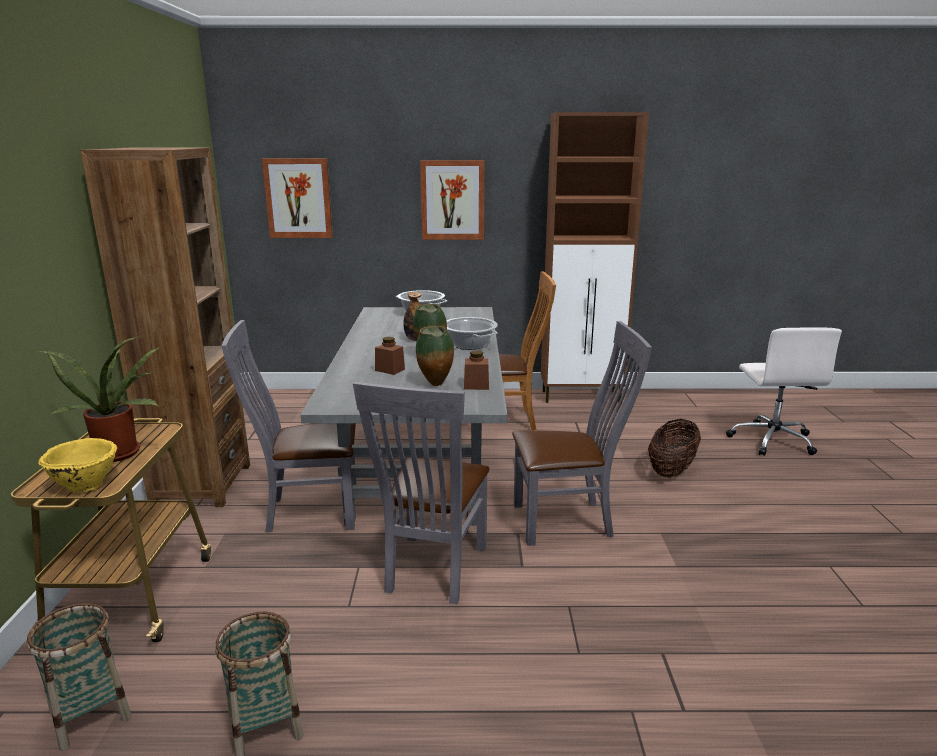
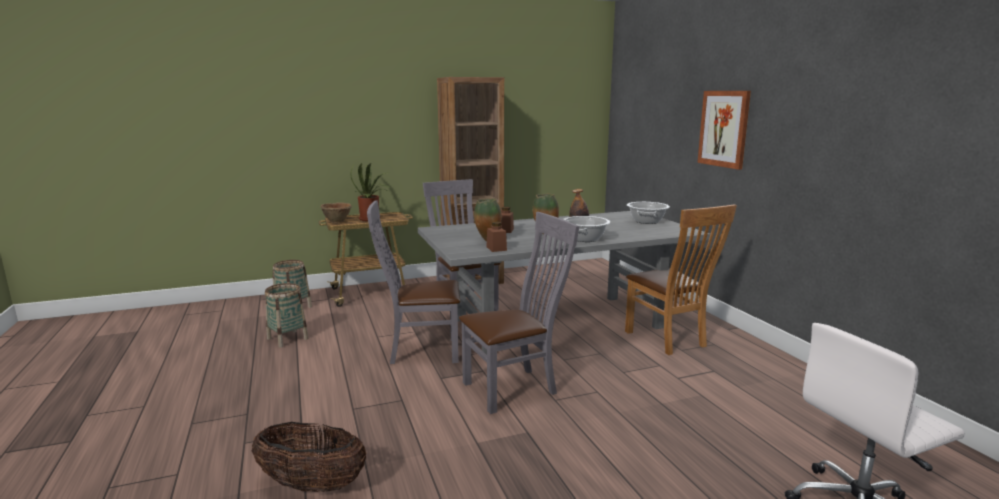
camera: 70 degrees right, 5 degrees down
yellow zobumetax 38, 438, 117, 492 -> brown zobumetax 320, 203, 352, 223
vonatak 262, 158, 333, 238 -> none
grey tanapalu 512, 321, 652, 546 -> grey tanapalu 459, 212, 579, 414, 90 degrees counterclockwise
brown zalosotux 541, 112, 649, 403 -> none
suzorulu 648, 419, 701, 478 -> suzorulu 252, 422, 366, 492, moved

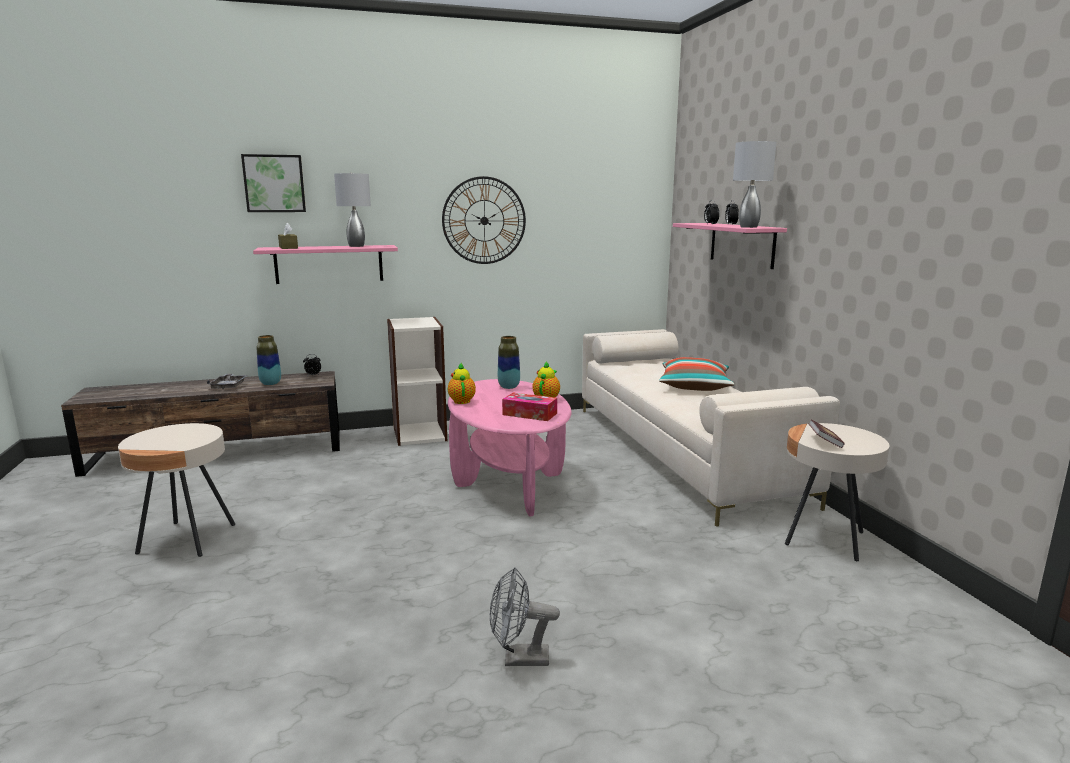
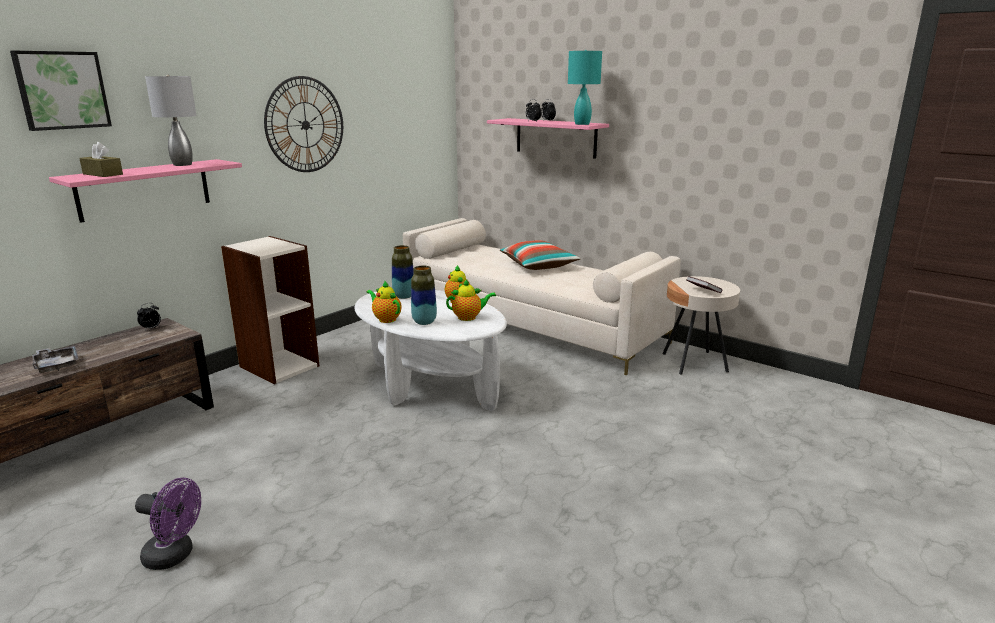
camera: 35 degrees left, 5 degrees up
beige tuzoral 118, 423, 235, 557 -> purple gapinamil 135, 477, 201, 570
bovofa 257, 335, 281, 385 -> bovofa 411, 266, 437, 325, moved
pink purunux 448, 379, 572, 517 -> white purunux 355, 290, 507, 411
grey gapinamil 490, 567, 560, 666 -> none
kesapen 502, 393, 557, 421 -> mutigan 446, 279, 496, 321
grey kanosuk 733, 141, 776, 228 -> turquoise kanosuk 568, 50, 602, 125

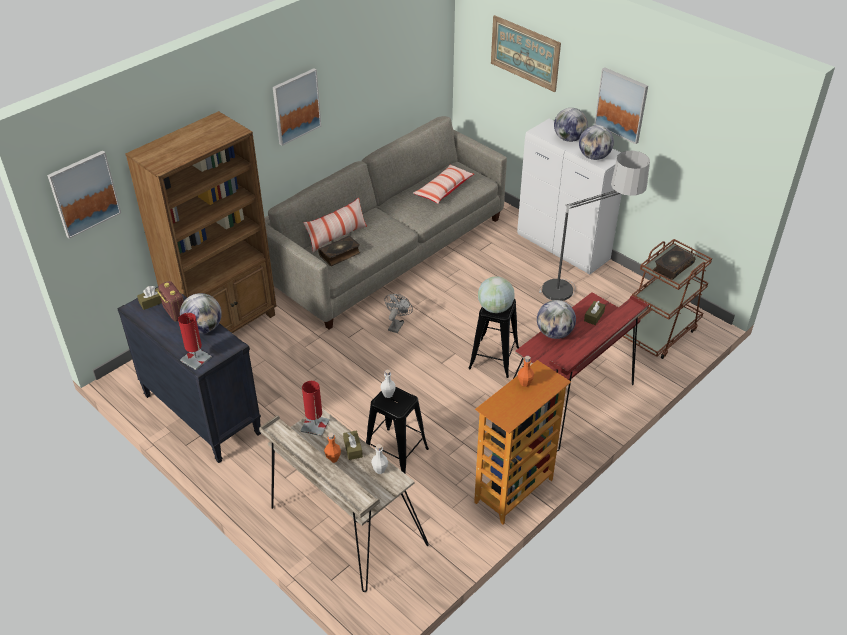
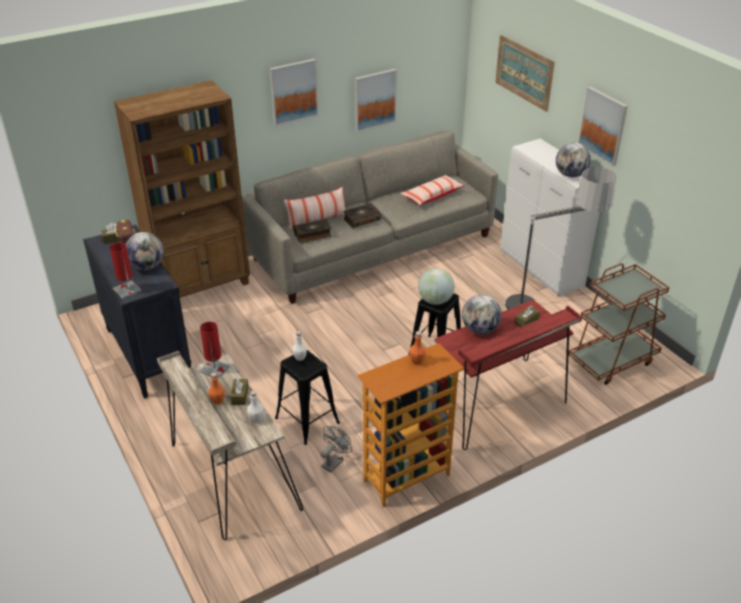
camera: 15 degrees right, 5 degrees down
vonatak 47, 151, 121, 239 -> vonatak 355, 69, 397, 132, moved
grey gapinamil 384, 294, 413, 333 -> grey gapinamil 321, 426, 352, 473, moved
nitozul 554, 108, 588, 142 -> none
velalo 653, 246, 695, 280 -> velalo 343, 203, 382, 228, moved

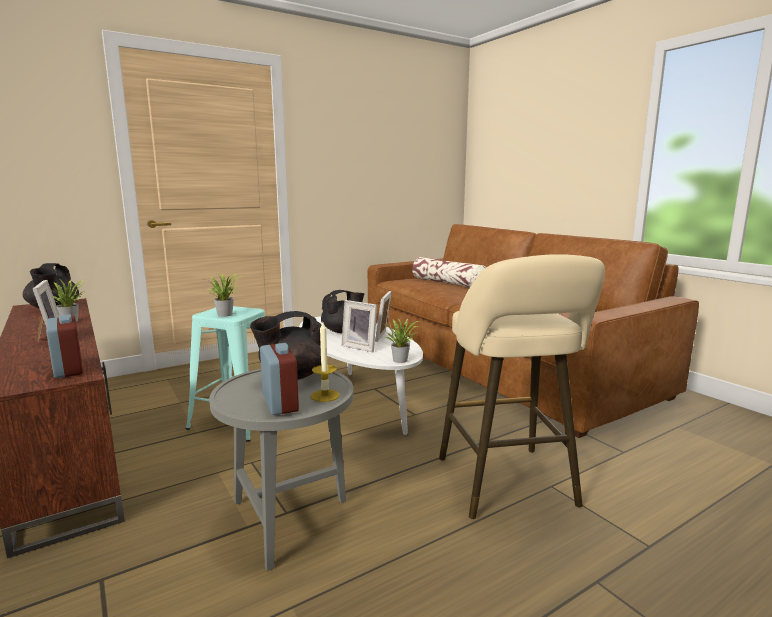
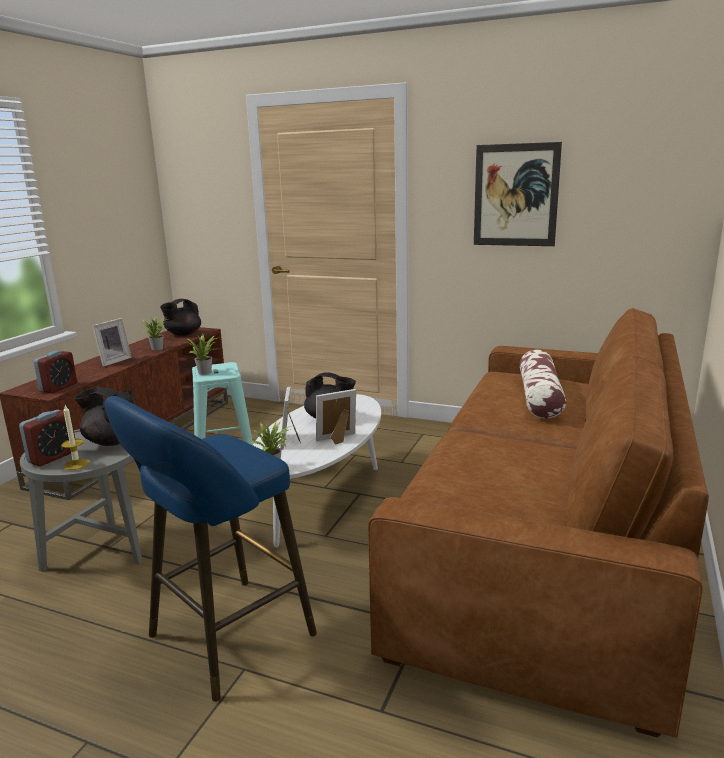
camera: 55 degrees right, 5 degrees up
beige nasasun 439, 254, 605, 519 -> blue nasasun 105, 396, 317, 702
none -> vonatak 474, 142, 562, 246

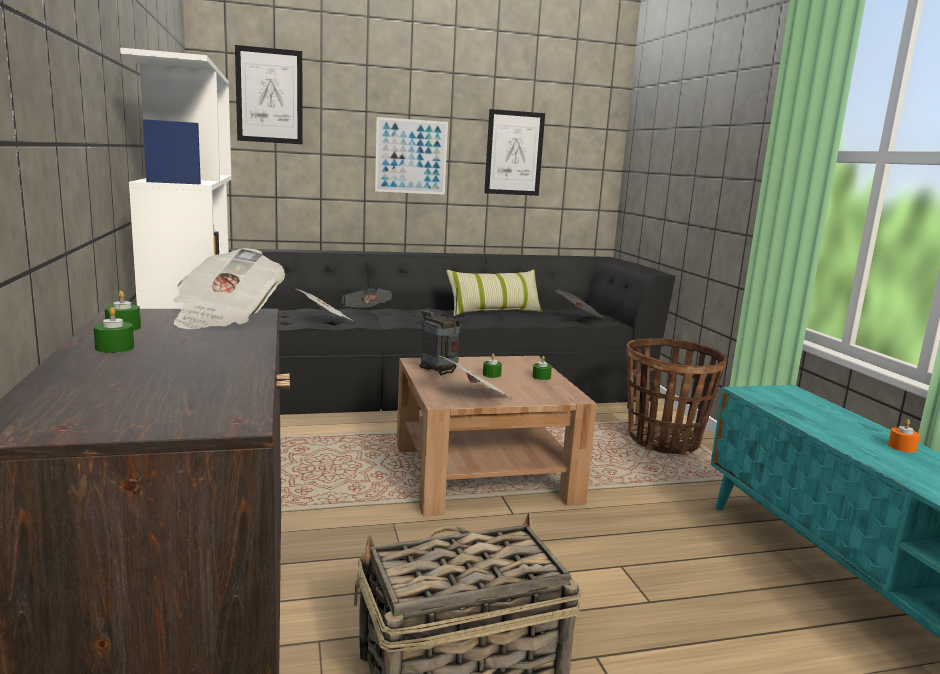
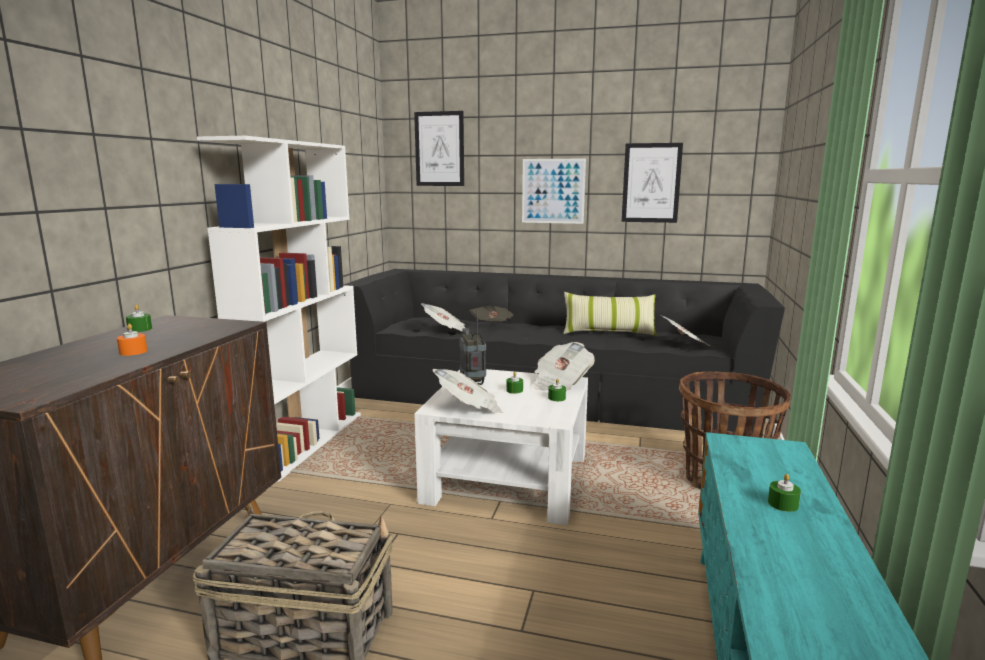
camera: 30 degrees right, 0 degrees up
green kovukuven 93, 307, 134, 353 -> green kovukuven 768, 474, 801, 512, moved
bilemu 173, 248, 285, 329 -> bilemu 533, 342, 595, 391, moved
brown purunux 397, 356, 597, 517 -> white purunux 414, 369, 588, 525
orange kovukuven 888, 419, 920, 452 -> orange kovukuven 117, 324, 148, 356, moved

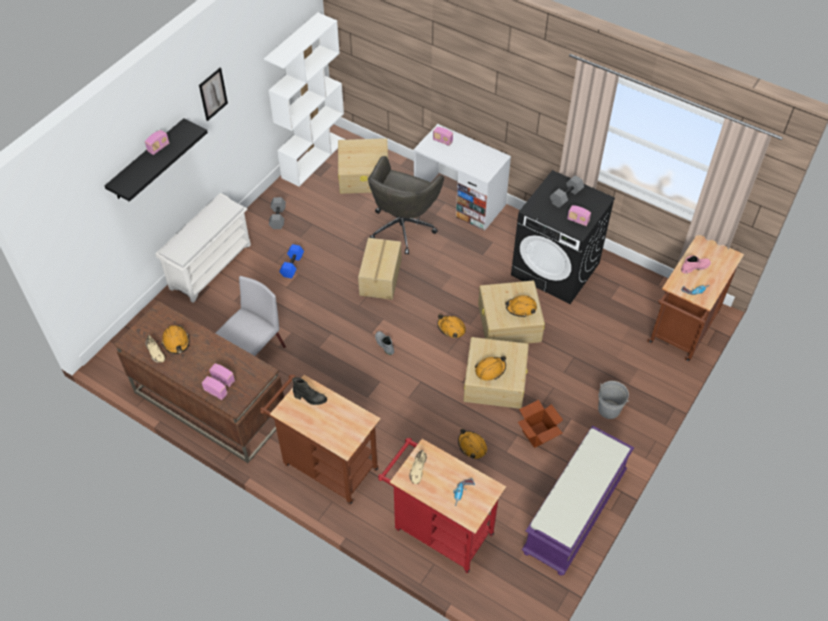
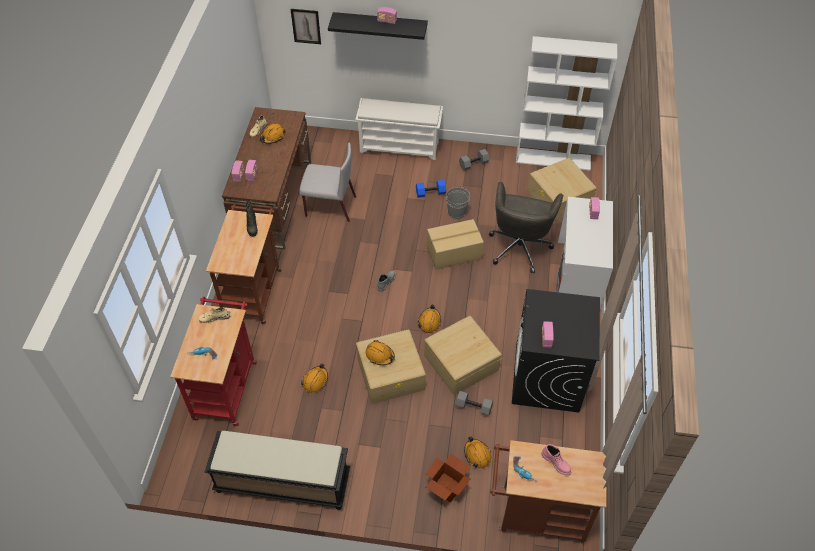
camera: 65 degrees right, 0 degrees up
vonatak 199, 68, 228, 121 -> vonatak 290, 9, 321, 44, moved
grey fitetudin 368, 156, 444, 254 -> grey fitetudin 489, 182, 563, 273, 75 degrees counterclockwise
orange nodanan 505, 295, 537, 317 -> orange nodanan 464, 436, 491, 468, moved
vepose 518, 400, 563, 448 -> vepose 425, 454, 471, 503, moved
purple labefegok 522, 425, 634, 576 -> black labefegok 204, 431, 350, 510
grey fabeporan 550, 175, 584, 208 -> grey fabeporan 456, 391, 493, 416, moved
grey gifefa 598, 381, 629, 419 -> grey gifefa 446, 186, 470, 219, moved

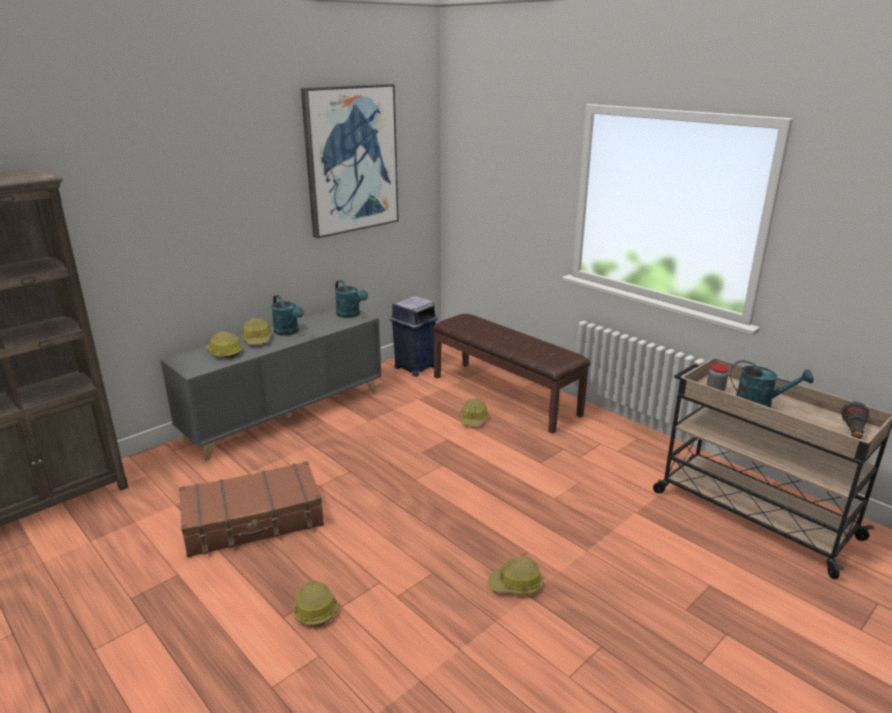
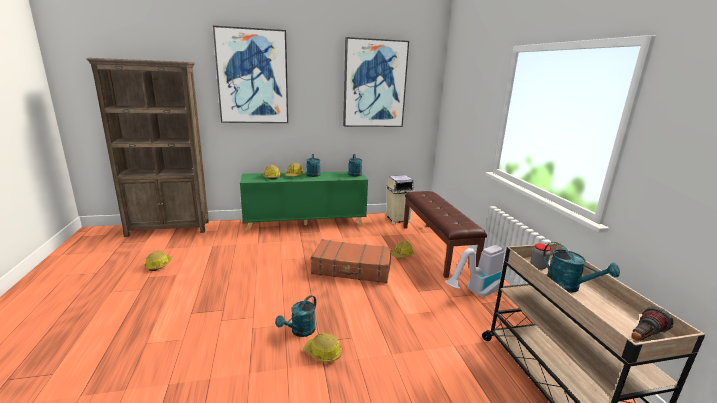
camera: 30 degrees right, 5 degrees down
grey zalosotux 160, 308, 382, 461 -> green zalosotux 240, 171, 368, 232
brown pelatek 179, 461, 324, 557 -> brown pelatek 311, 239, 392, 283, moved
nodanan 294, 581, 338, 626 -> nodanan 145, 251, 173, 271, moved
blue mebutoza 390, 296, 438, 377 -> beige mebutoza 386, 175, 414, 224
none -> vonatak 213, 26, 288, 123
none -> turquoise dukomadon 275, 295, 316, 337
none -> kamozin 445, 245, 504, 298

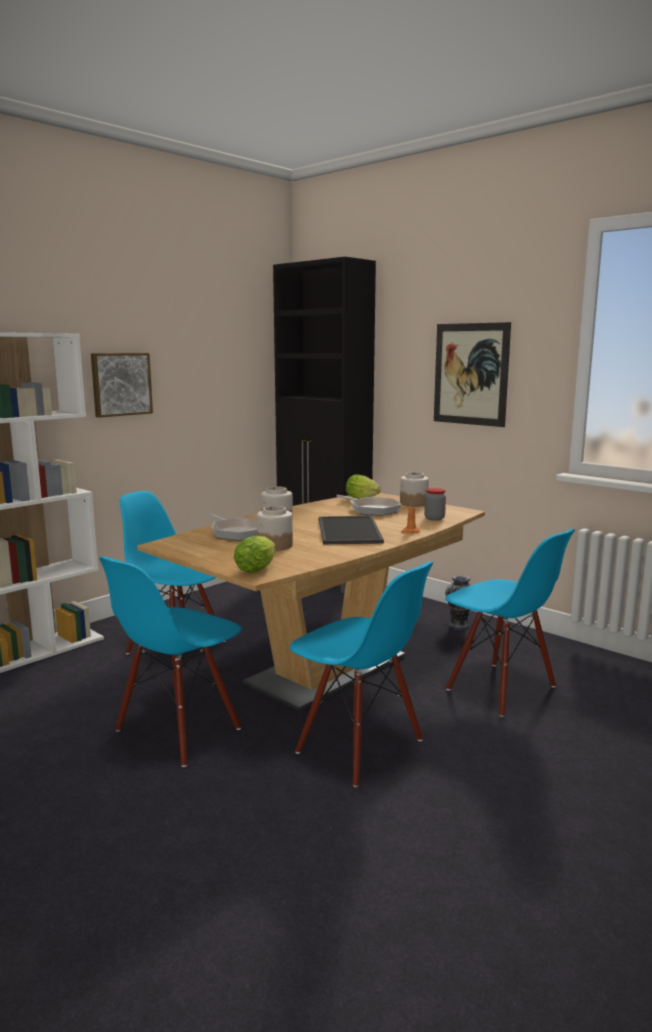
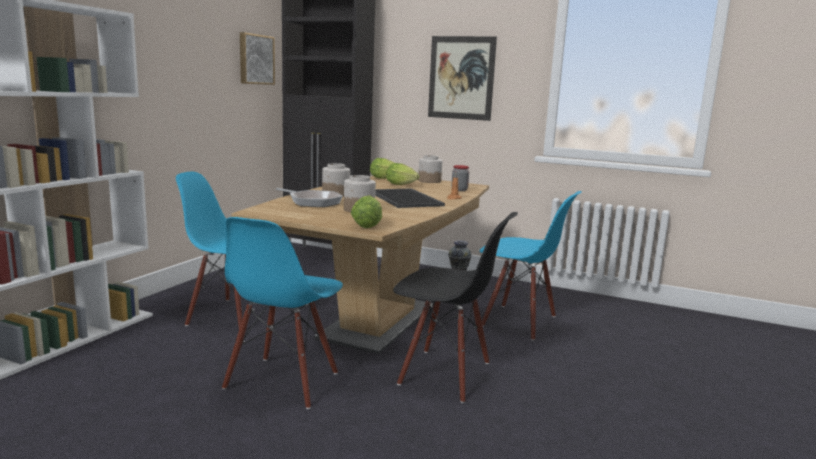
camera: 20 degrees left, 0 degrees up
vonatak 91, 353, 153, 418 -> vonatak 240, 32, 275, 85, moved
blue tanapalu 289, 562, 433, 787 -> black tanapalu 393, 212, 518, 403
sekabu 336, 495, 402, 515 -> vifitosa 386, 163, 420, 185

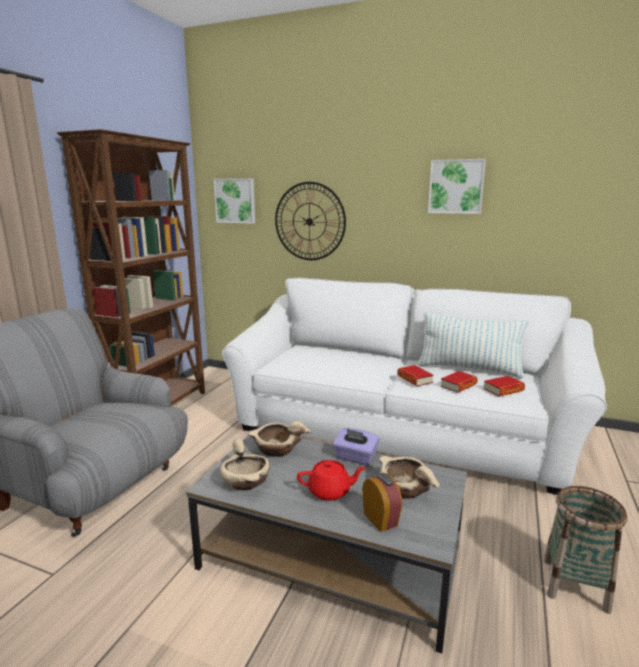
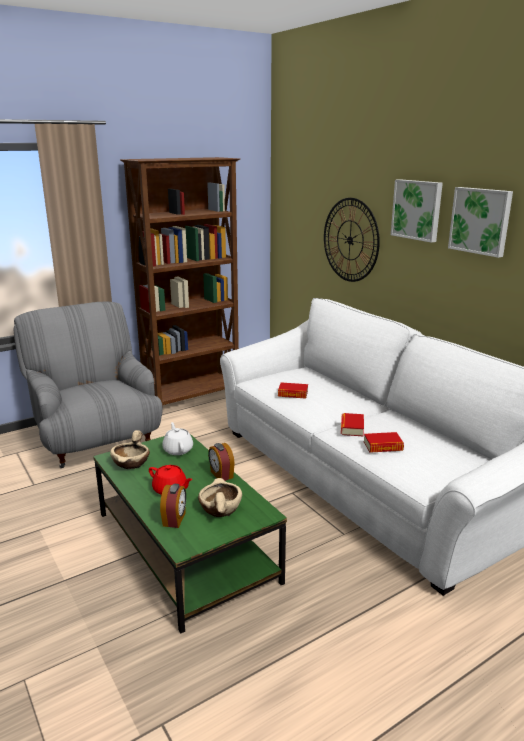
camera: 35 degrees right, 5 degrees up
grey purunux 186, 429, 467, 653 -> green purunux 93, 433, 287, 634
vonatak 214, 178, 255, 224 -> vonatak 391, 179, 443, 243, moved
beige zobumetax 248, 421, 311, 457 -> white mutigan 162, 422, 193, 455
purple kesapen 333, 428, 380, 465 -> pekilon 208, 443, 235, 481
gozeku 418, 312, 529, 378 -> none
velalo 483, 376, 525, 397 -> velalo 278, 382, 308, 399, moved
suzorulu 544, 486, 627, 614 -> none

